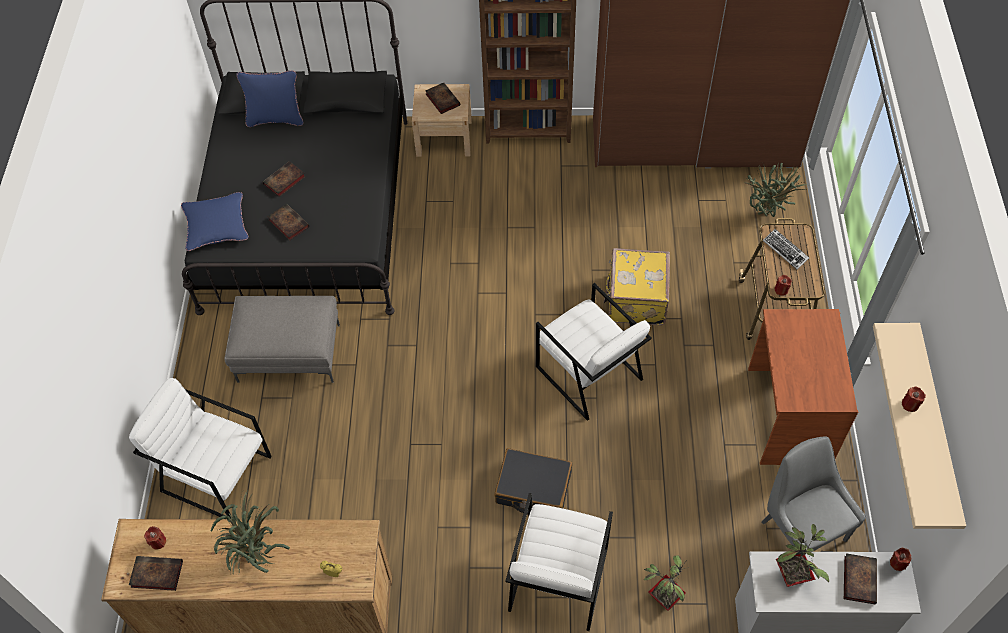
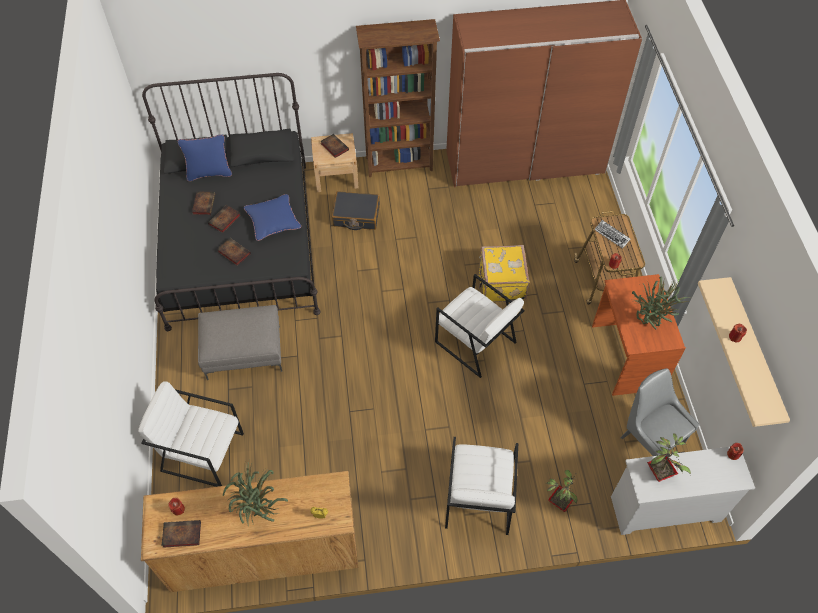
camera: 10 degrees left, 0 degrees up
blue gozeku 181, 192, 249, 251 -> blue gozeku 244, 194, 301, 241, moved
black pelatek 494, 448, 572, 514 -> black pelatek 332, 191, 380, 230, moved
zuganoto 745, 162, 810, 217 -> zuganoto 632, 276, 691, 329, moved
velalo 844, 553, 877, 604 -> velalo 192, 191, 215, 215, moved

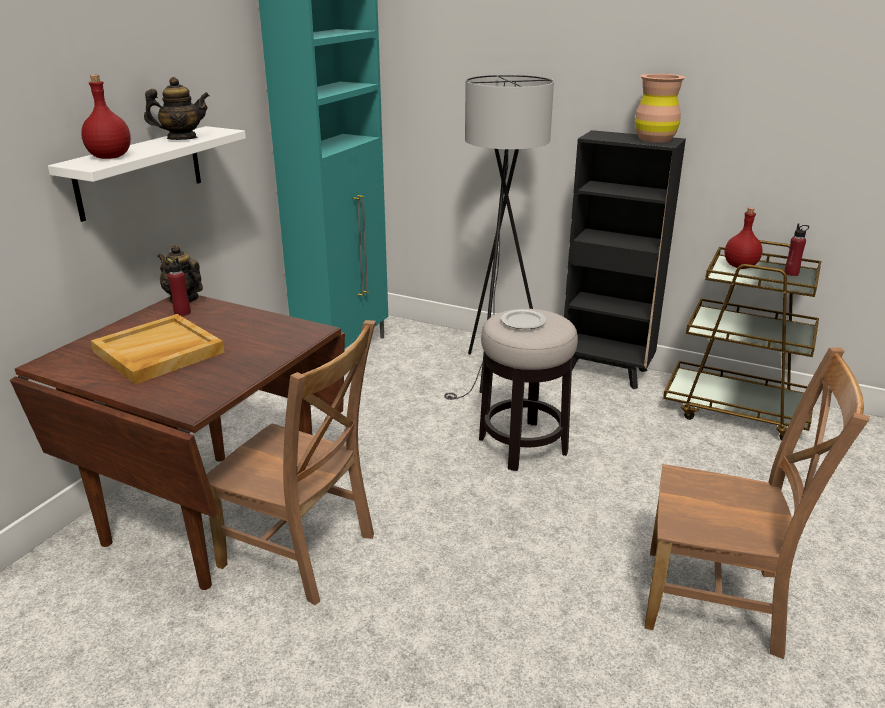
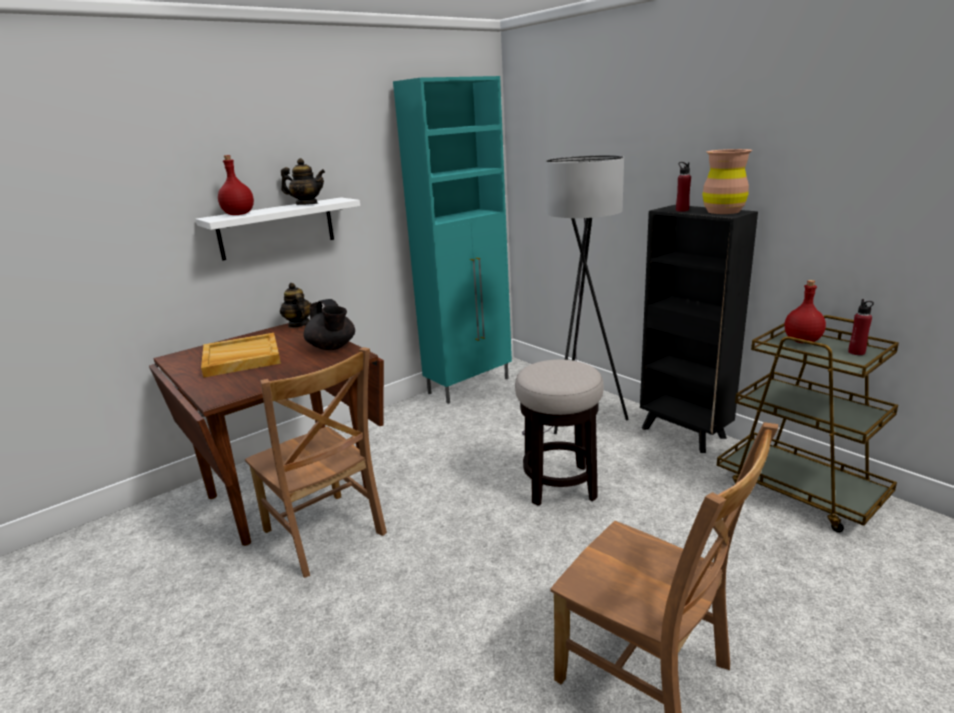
camera: 25 degrees right, 5 degrees down
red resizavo 166, 256, 191, 316 -> red resizavo 676, 162, 691, 212, moved
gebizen 501, 310, 547, 329 -> none
none -> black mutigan 304, 299, 355, 350

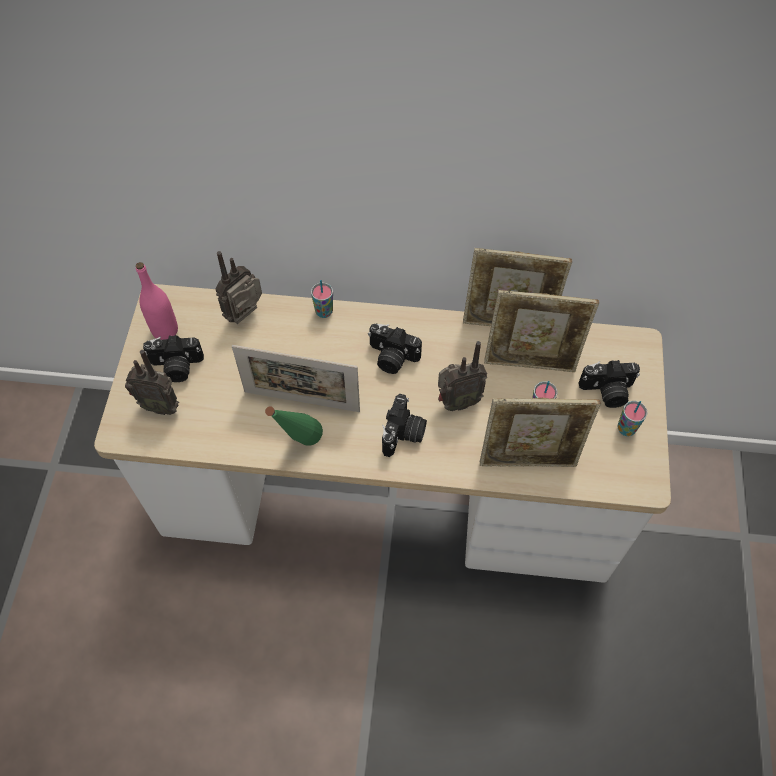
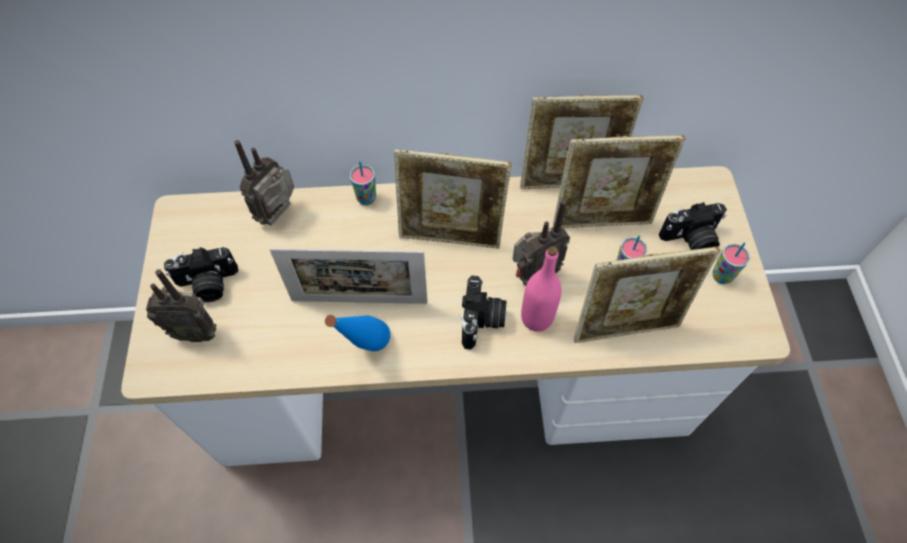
camera: 10 degrees left, 0 degrees up
pink resizavo 136, 262, 178, 340 -> pink resizavo 521, 246, 562, 332, moved
green resizavo 265, 407, 323, 446 -> blue resizavo 325, 315, 390, 351
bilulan 368, 323, 422, 374 -> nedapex 394, 149, 512, 249

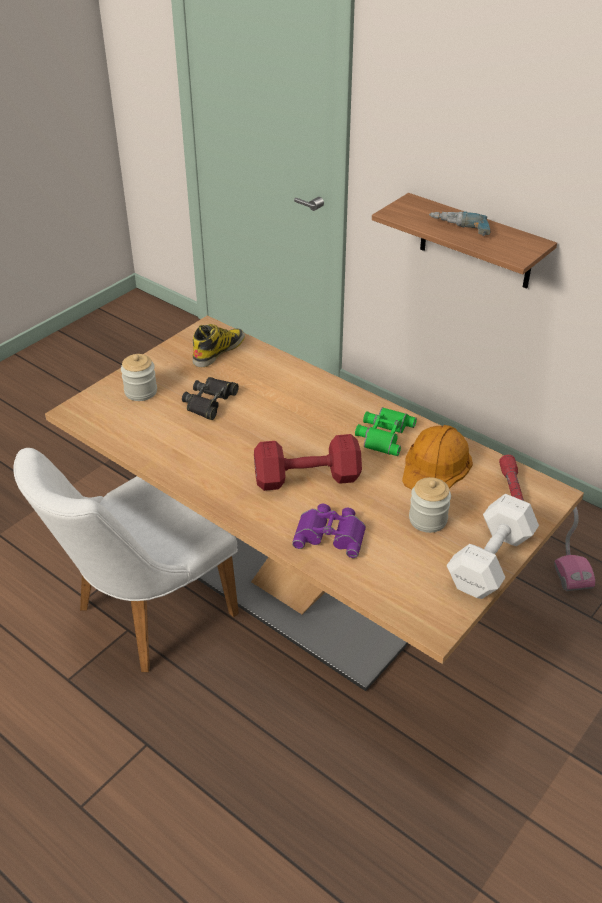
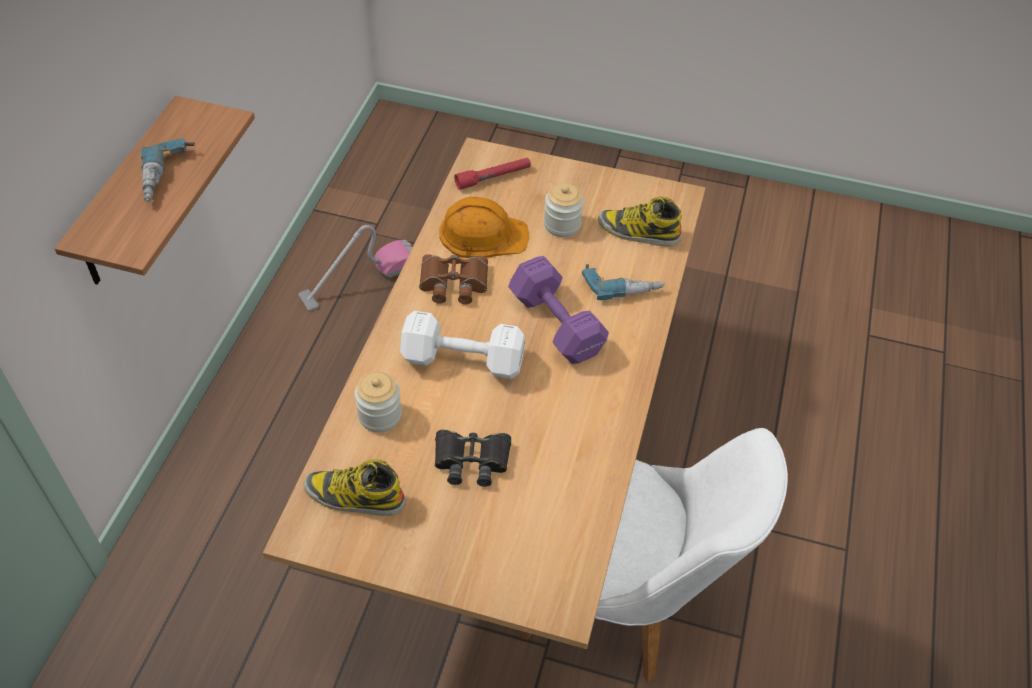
camera: 115 degrees left, 10 degrees up
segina 121, 354, 157, 401 -> segina 354, 371, 402, 432, moved
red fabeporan 254, 434, 362, 491 -> purple fabeporan 508, 256, 609, 364
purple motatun 292, 504, 366, 558 -> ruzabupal 582, 264, 665, 300
green motatun 355, 407, 417, 456 -> brown motatun 419, 254, 488, 304
white fabeporan 447, 494, 539, 599 -> white fabeporan 400, 311, 525, 379, moved
none -> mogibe 598, 196, 682, 247

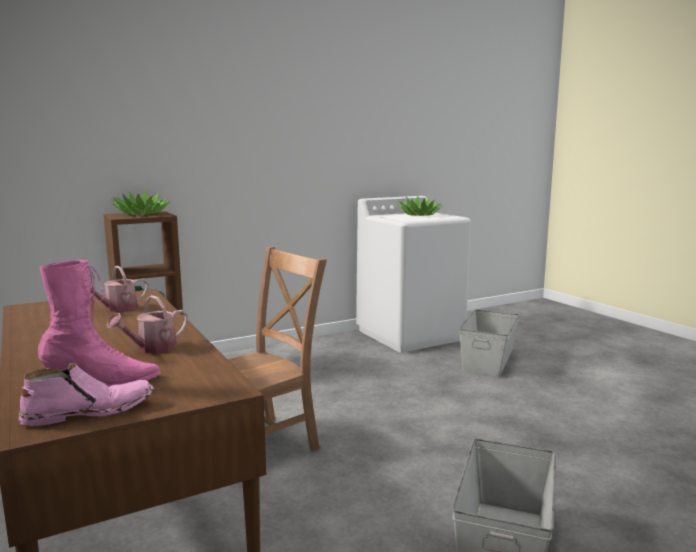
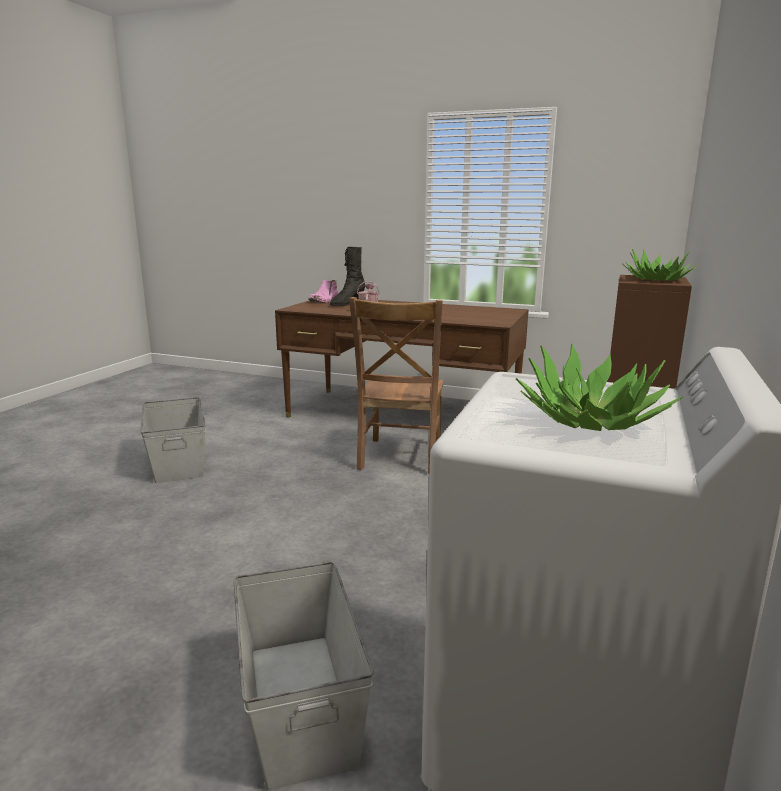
camera: 140 degrees right, 5 degrees up
pink mogibe 38, 260, 161, 386 -> black mogibe 330, 247, 365, 306
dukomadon 91, 266, 148, 312 -> none

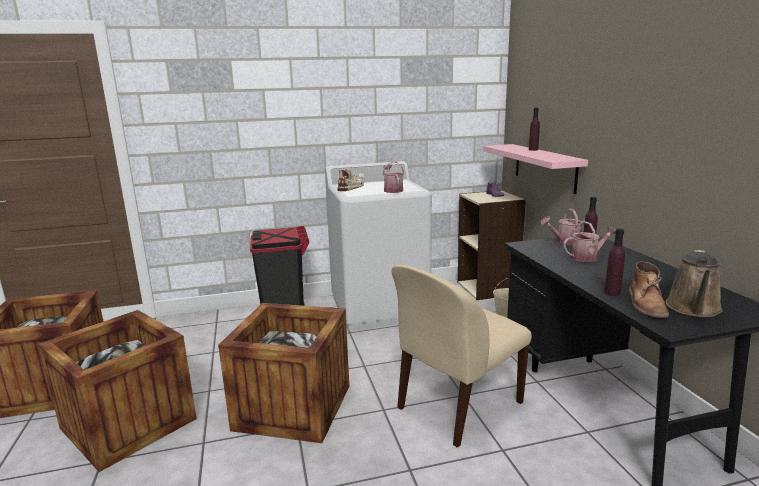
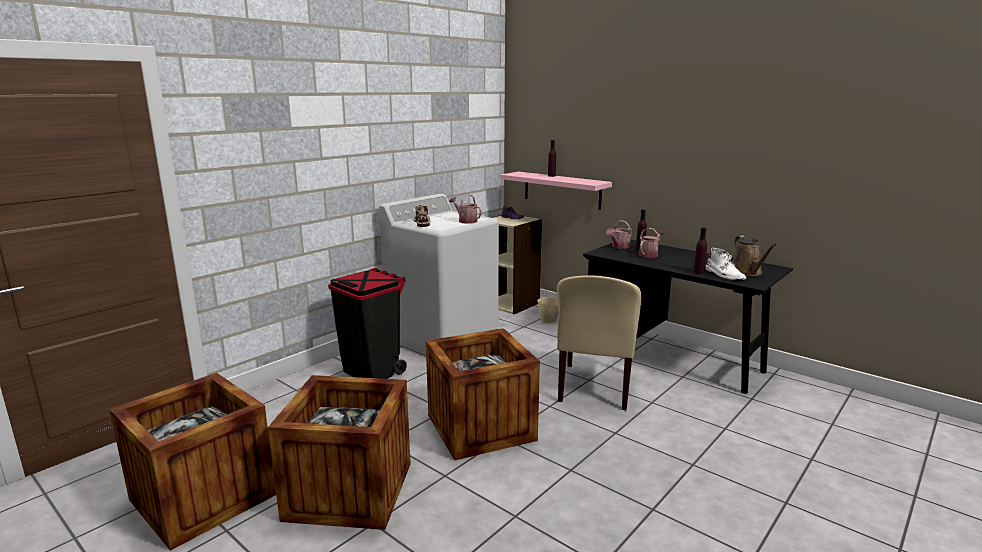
camera: 35 degrees left, 0 degrees up
brown mogibe 628, 261, 669, 319 -> white mogibe 705, 248, 746, 281

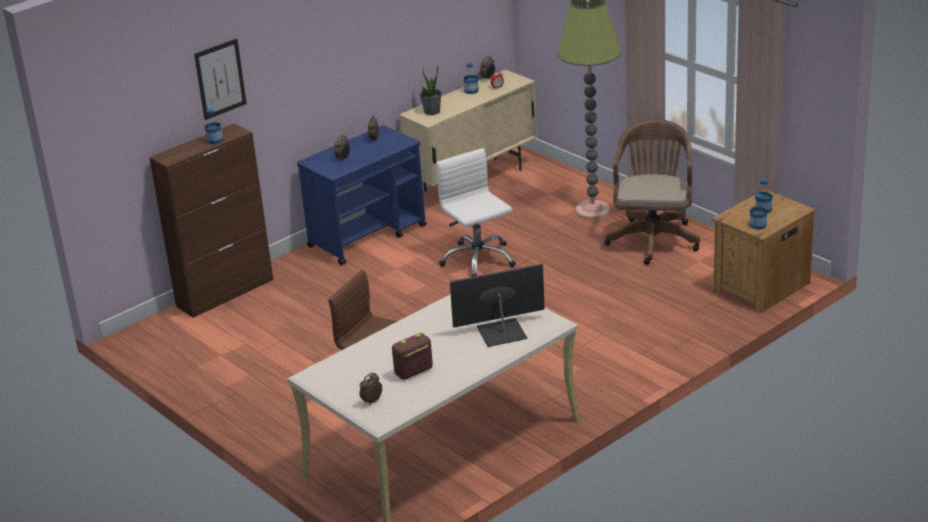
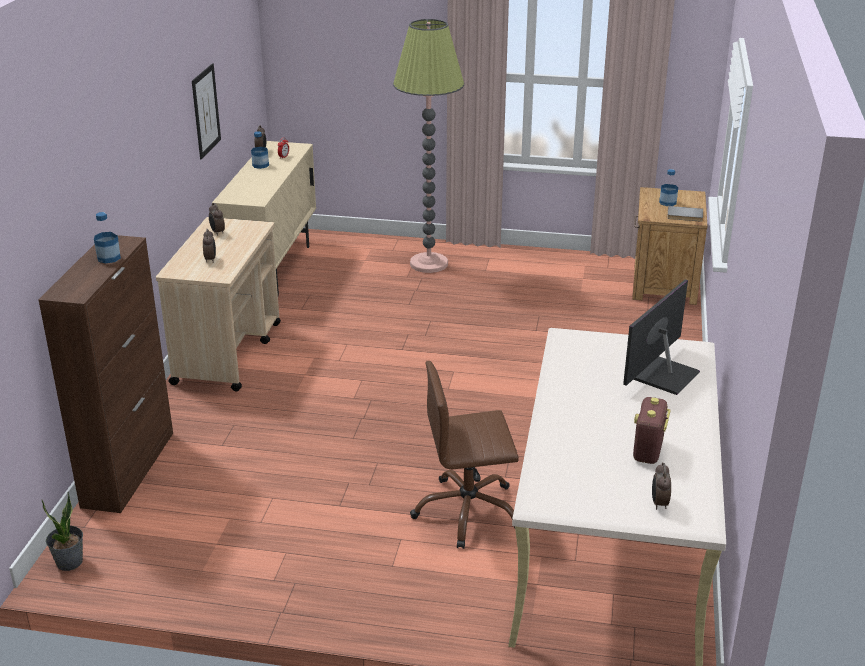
camera: 40 degrees left, 0 degrees up
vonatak 194, 38, 247, 120 -> vonatak 192, 64, 221, 159, moved
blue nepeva 297, 125, 426, 265 -> beige nepeva 156, 217, 281, 391
zuganoto 420, 65, 442, 115 -> zuganoto 41, 492, 83, 571, moved
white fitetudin 436, 148, 516, 277 -> none
brown fitetudin 604, 119, 700, 265 -> none
resizavo 750, 194, 767, 230 -> grey velalo 667, 206, 703, 222

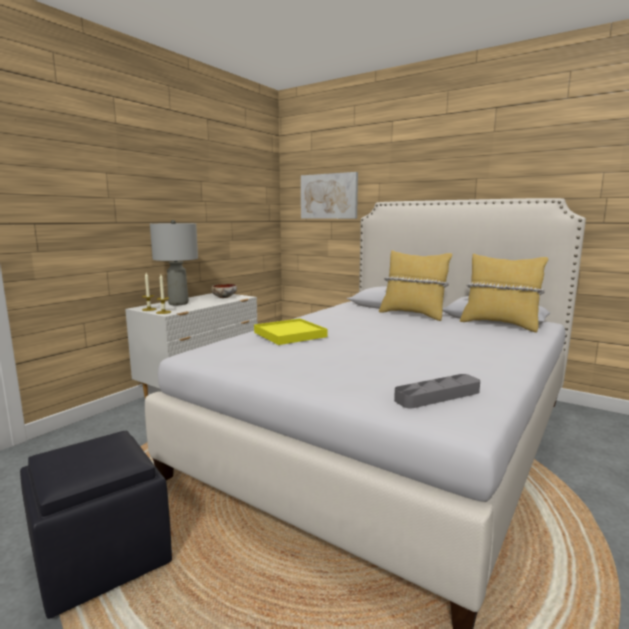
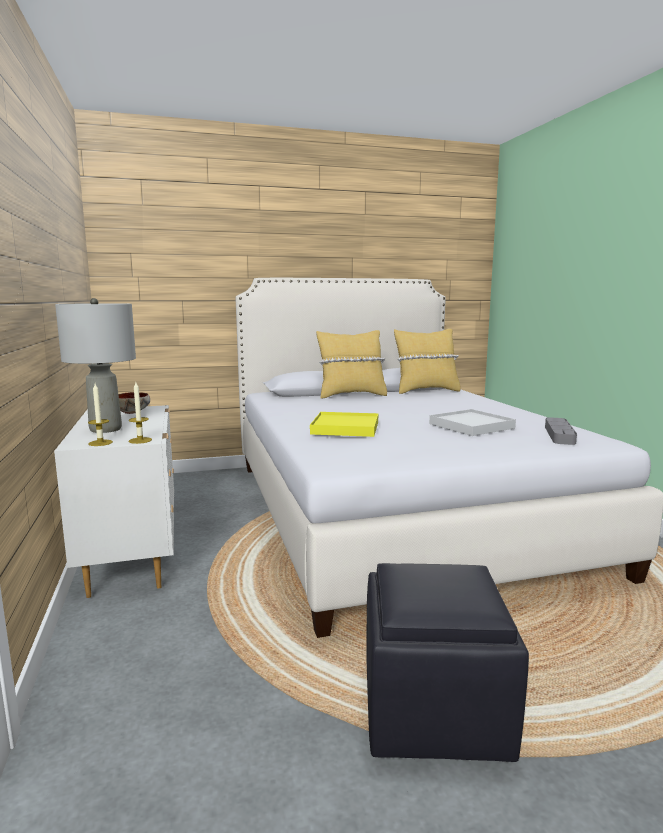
camera: 50 degrees left, 0 degrees up
vonatak 301, 172, 358, 219 -> none
none -> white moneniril 429, 409, 516, 436

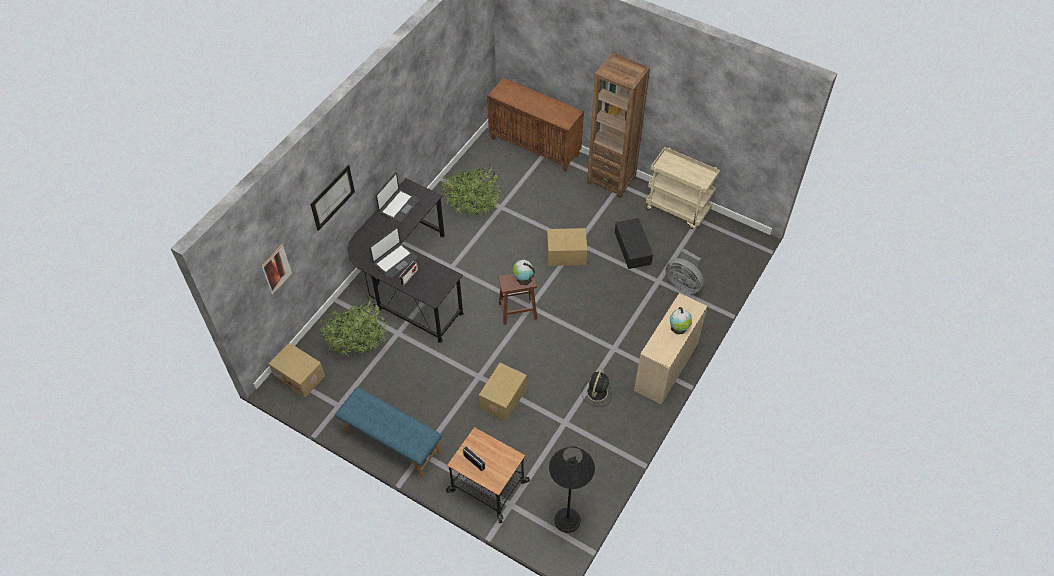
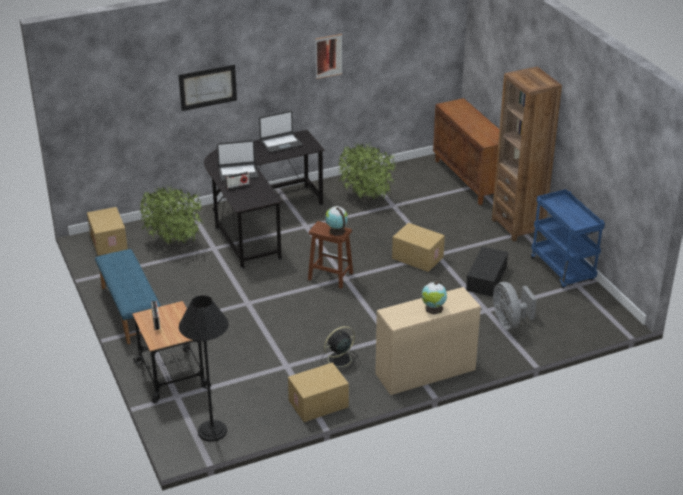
camera: 35 degrees right, 20 degrees down
vonatak 262, 244, 292, 295 -> vonatak 315, 34, 342, 79, moved
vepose 479, 363, 527, 421 -> vepose 288, 362, 349, 422, moved
beige nepeva 646, 147, 720, 229 -> blue nepeva 531, 189, 605, 289

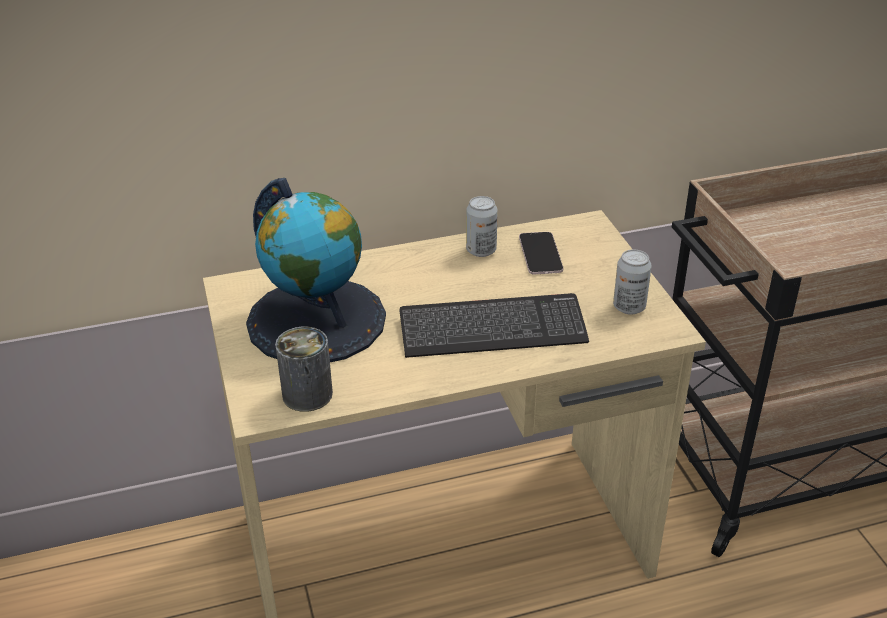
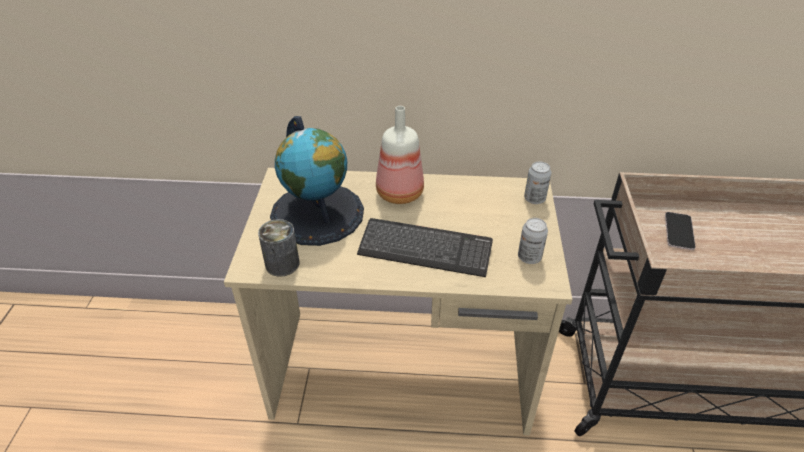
camera: 20 degrees right, 5 degrees up
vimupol 466, 196, 498, 257 -> vimupol 524, 161, 551, 204, moved
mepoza 519, 232, 563, 275 -> mepoza 665, 212, 696, 250, moved
none -> resizavo 376, 106, 424, 204

